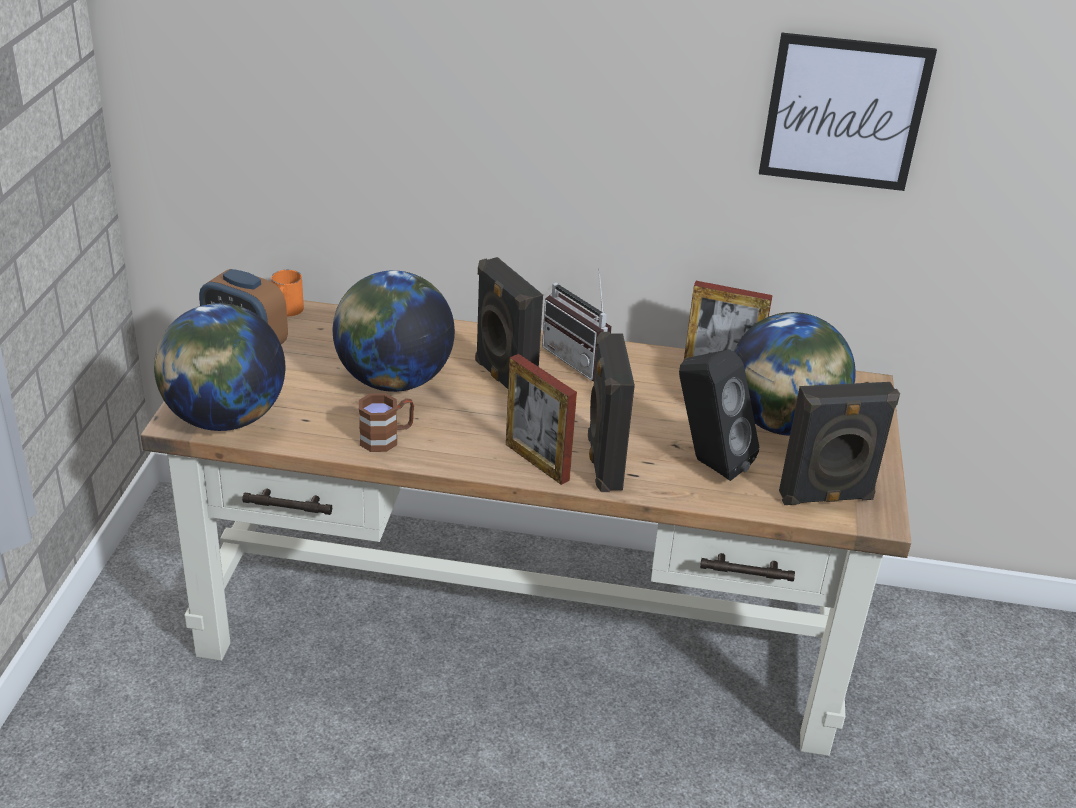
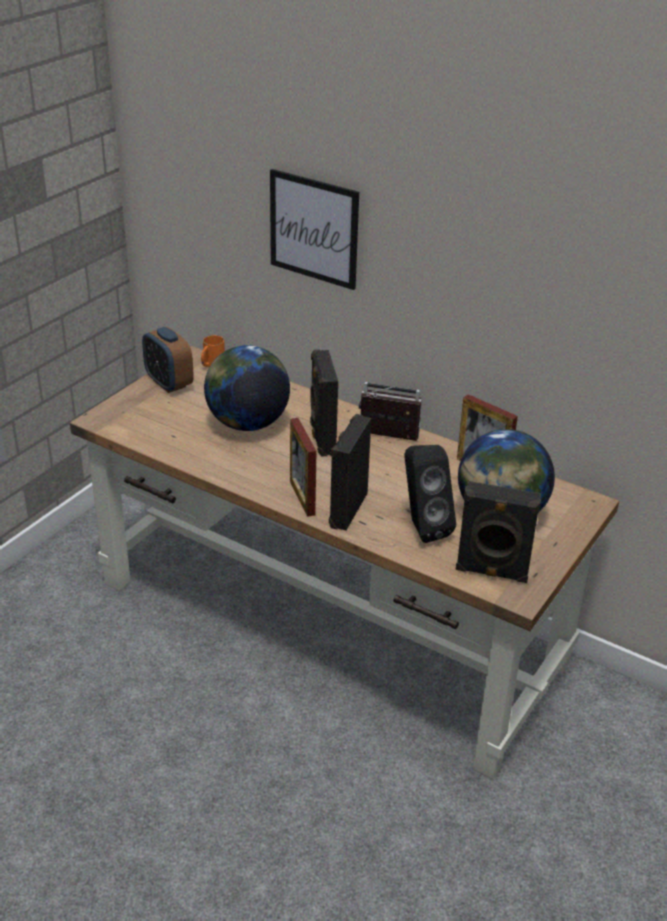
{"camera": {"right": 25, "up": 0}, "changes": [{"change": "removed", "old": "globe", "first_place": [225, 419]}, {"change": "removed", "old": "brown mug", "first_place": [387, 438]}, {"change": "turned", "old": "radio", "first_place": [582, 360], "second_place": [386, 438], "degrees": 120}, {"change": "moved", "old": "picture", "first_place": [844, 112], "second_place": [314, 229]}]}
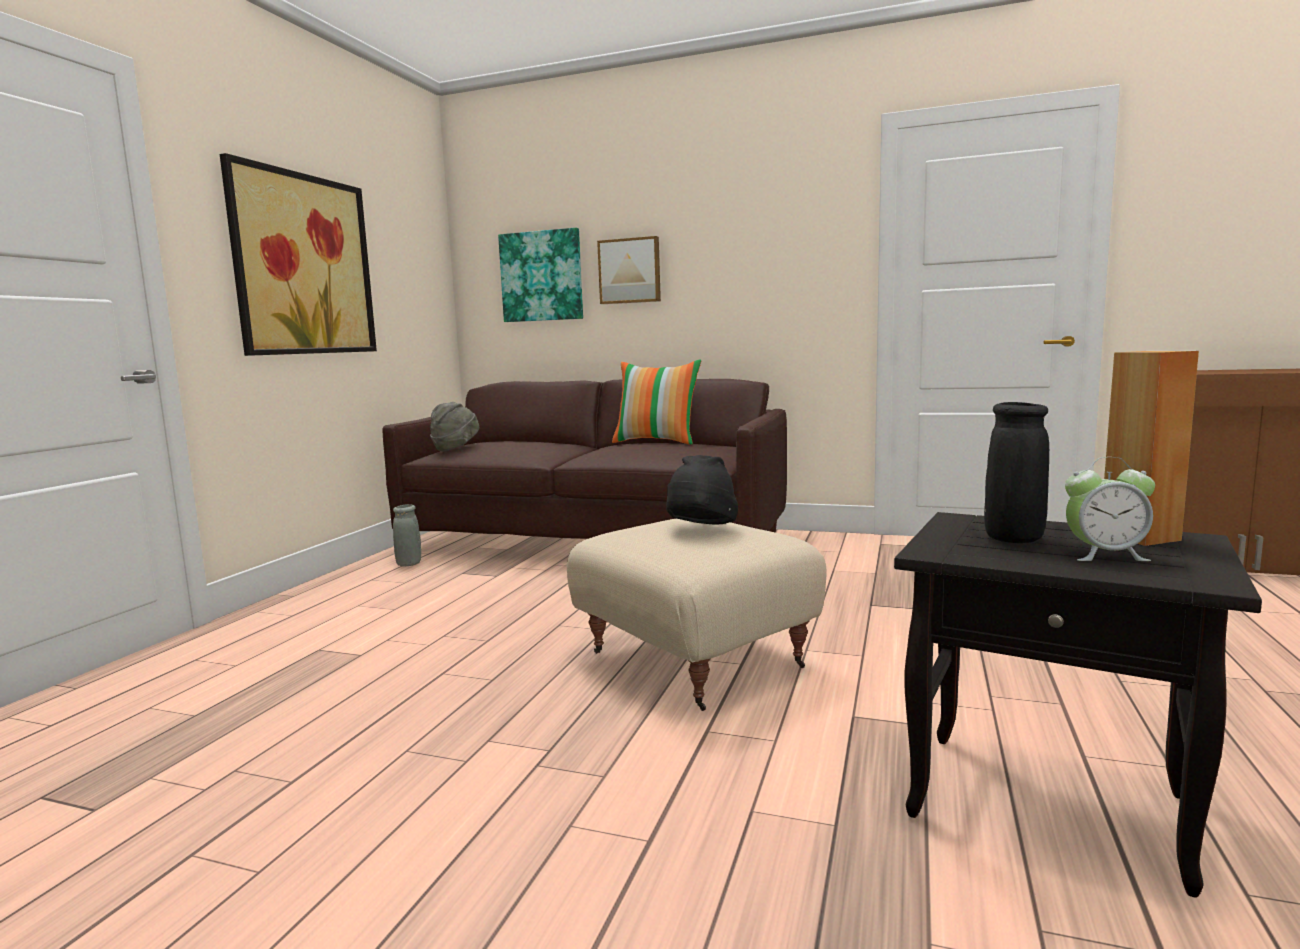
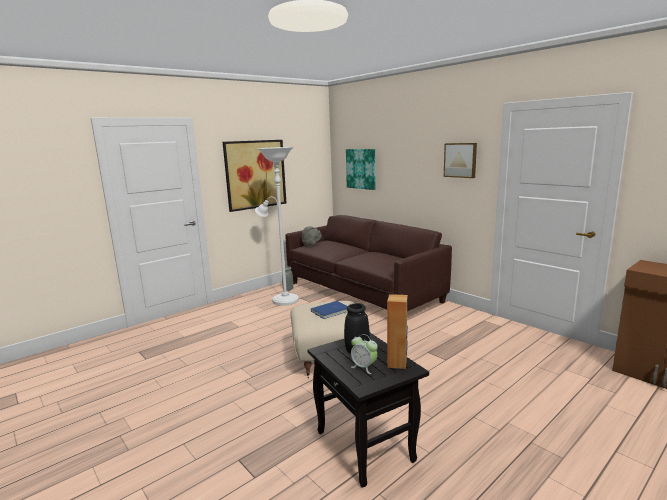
{"camera": {"right": 30, "up": 5}, "changes": [{"change": "moved", "old": "picture", "first_place": [630, 271], "second_place": [460, 160]}, {"change": "removed", "old": "pillow", "first_place": [657, 442]}, {"change": "replaced", "old": "black hat", "new": "blue book", "first_place": [701, 530], "second_place": [331, 311]}, {"change": "added", "new": "white floor lamp", "second_place": [282, 299]}]}
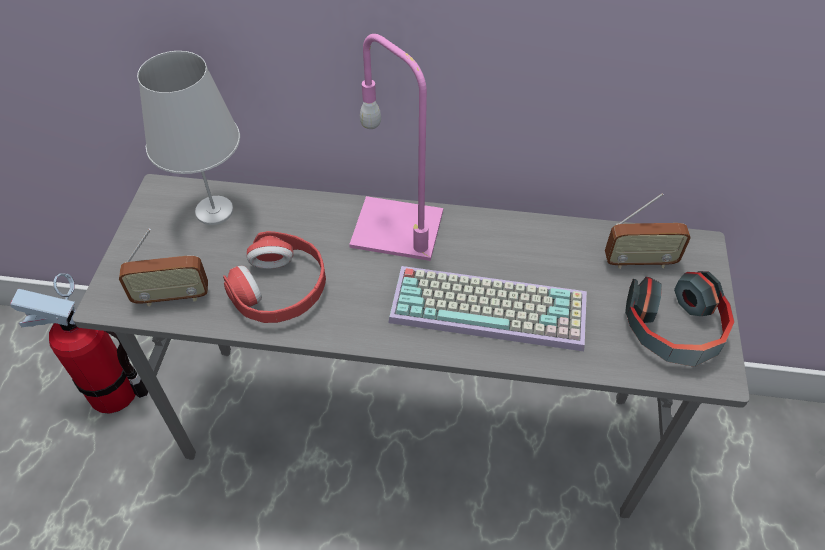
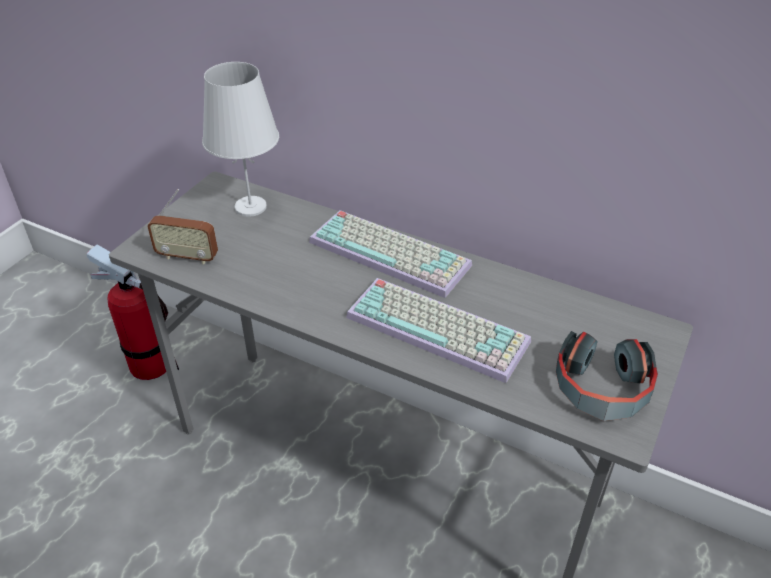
{"camera": {"right": 20, "up": -10}, "changes": [{"change": "removed", "old": "red headphones", "first_place": [280, 288]}, {"change": "replaced", "old": "pink table lamp", "new": "keyboard", "first_place": [400, 228], "second_place": [392, 253]}, {"change": "removed", "old": "radio", "first_place": [639, 261]}]}
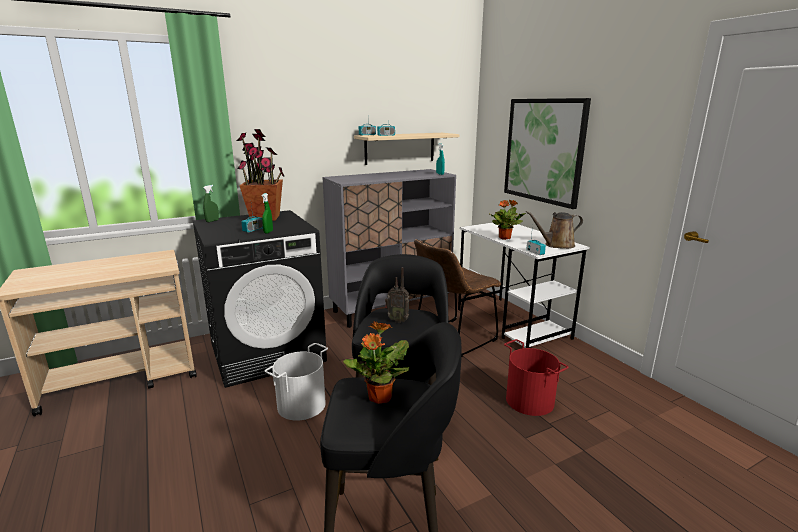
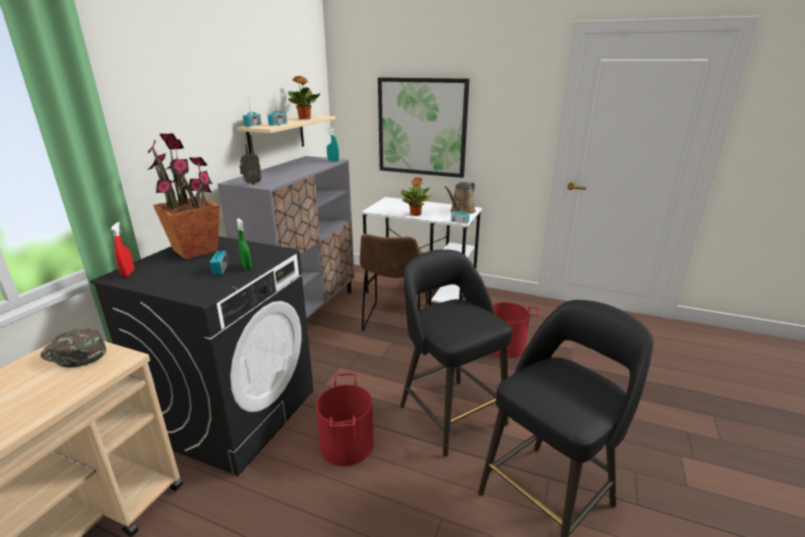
{"camera": {"right": -40, "up": 5}, "changes": [{"change": "recoloured", "old": "green spray bottle", "new": "red spray bottle", "first_place": [212, 221], "second_place": [128, 273]}, {"change": "recoloured", "old": "white bucket", "new": "red bucket", "first_place": [301, 404], "second_place": [346, 444]}, {"change": "moved", "old": "potted plant", "first_place": [379, 398], "second_place": [304, 118]}, {"change": "moved", "old": "radio", "first_place": [397, 320], "second_place": [252, 183]}, {"change": "added", "new": "green cap", "second_place": [74, 354]}]}
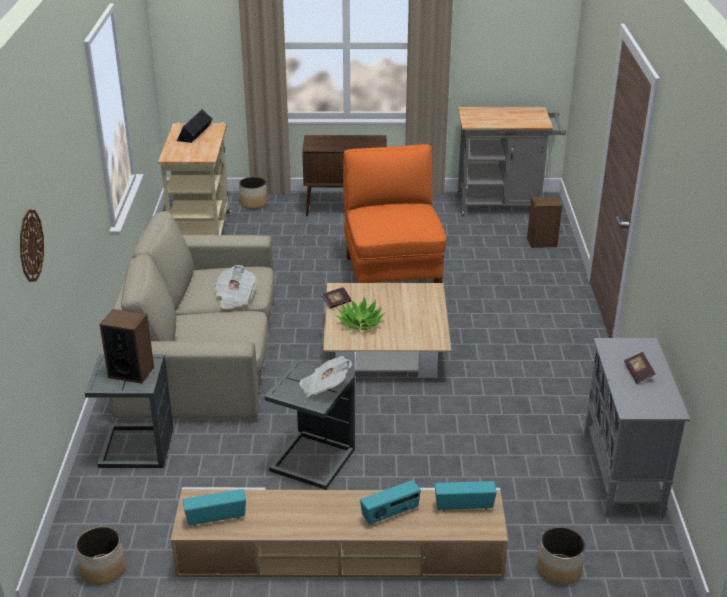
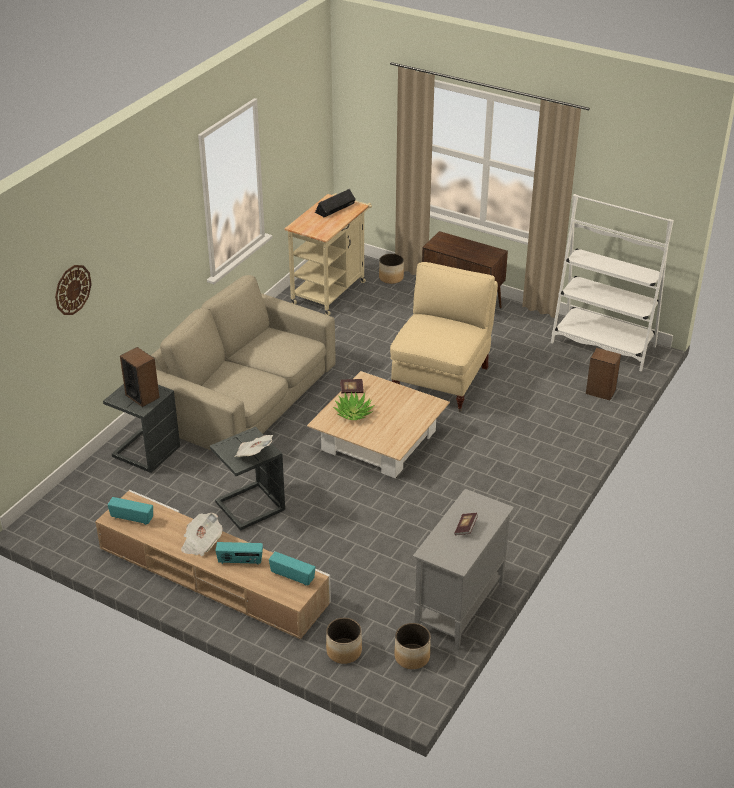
{"camera": {"right": 30, "up": 5}, "changes": [{"change": "moved", "old": "planter", "first_place": [102, 569], "second_place": [411, 656]}, {"change": "moved", "old": "newspaper", "first_place": [235, 298], "second_place": [201, 543]}, {"change": "recoloured", "old": "orange armchair", "new": "beige armchair", "first_place": [392, 276], "second_place": [441, 381]}, {"change": "replaced", "old": "grey cart", "new": "white bookcase", "first_place": [504, 205], "second_place": [603, 345]}]}
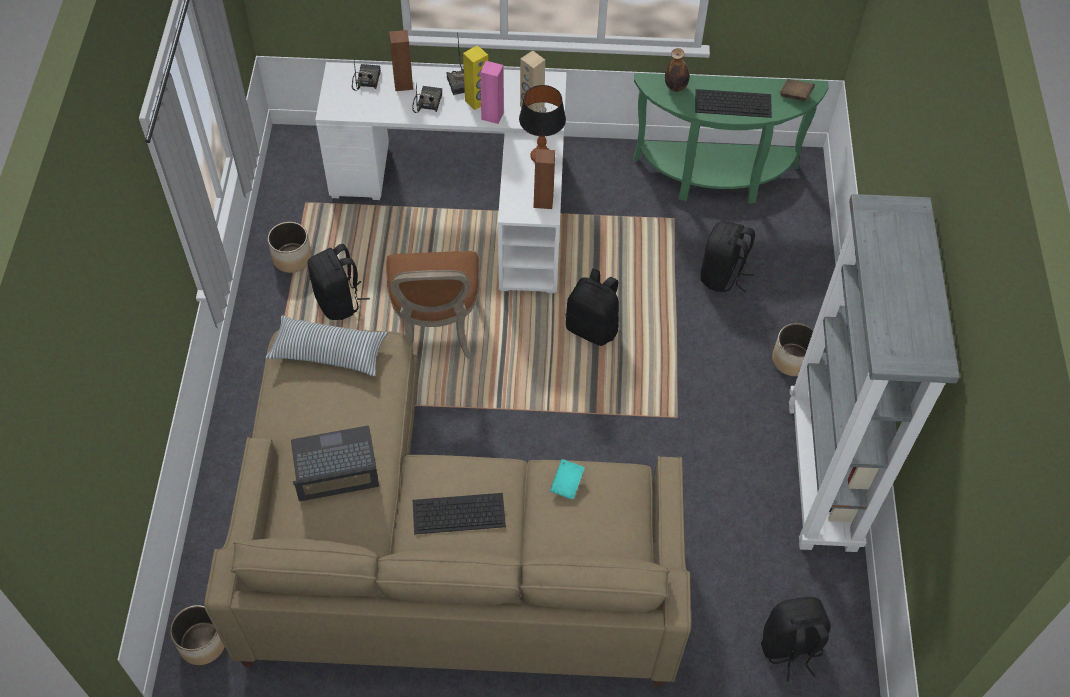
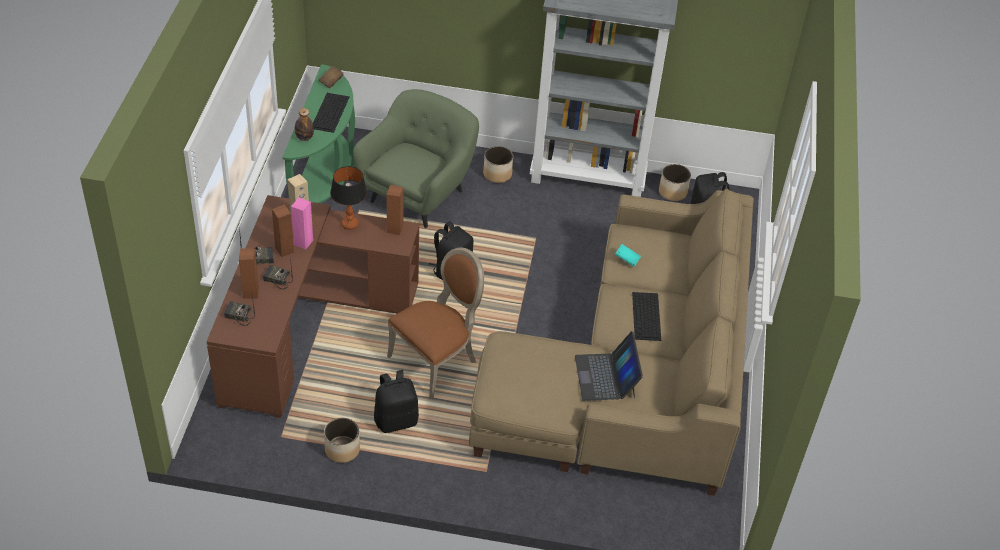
{"camera": {"right": -85, "up": -10}, "changes": [{"change": "moved", "old": "planter", "first_place": [202, 643], "second_place": [673, 192]}, {"change": "removed", "old": "pillow", "first_place": [328, 352]}, {"change": "recoloured", "old": "white desk", "new": "brown desk", "first_place": [469, 195], "second_place": [303, 325]}, {"change": "turned", "old": "brown chair", "first_place": [436, 330], "second_place": [437, 360], "degrees": -45}, {"change": "recoloured", "old": "yellow speaker", "new": "brown speaker", "first_place": [477, 101], "second_place": [284, 249]}, {"change": "replaced", "old": "black backpack", "new": "green armchair", "first_place": [722, 275], "second_place": [418, 194]}]}
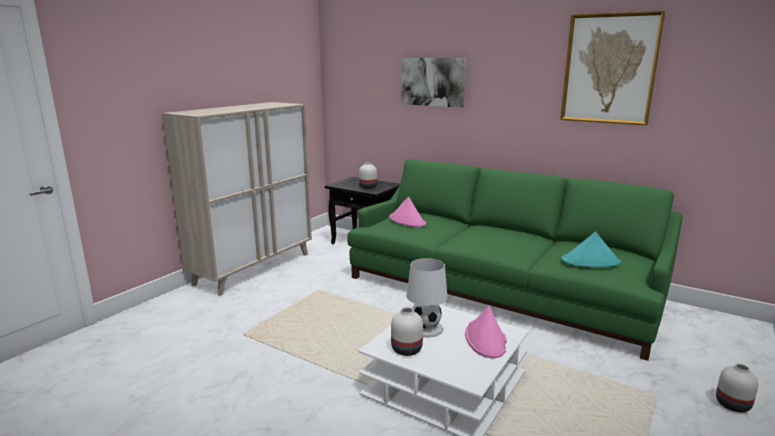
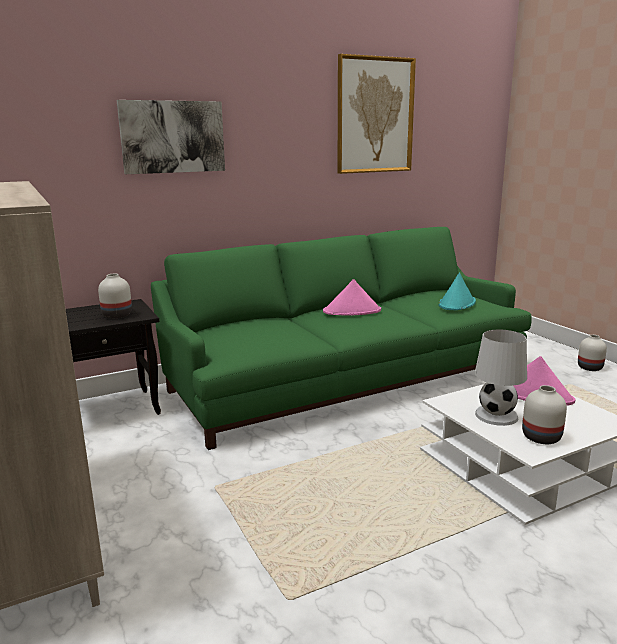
{"camera": {"right": -60, "up": 0}, "changes": [{"change": "moved", "old": "pink hat", "first_place": [407, 221], "second_place": [352, 311]}]}
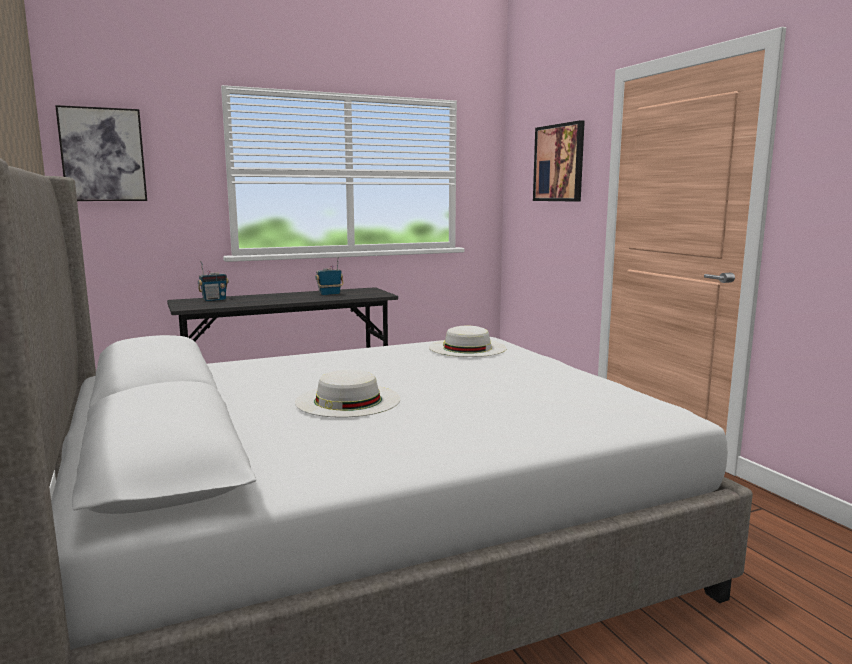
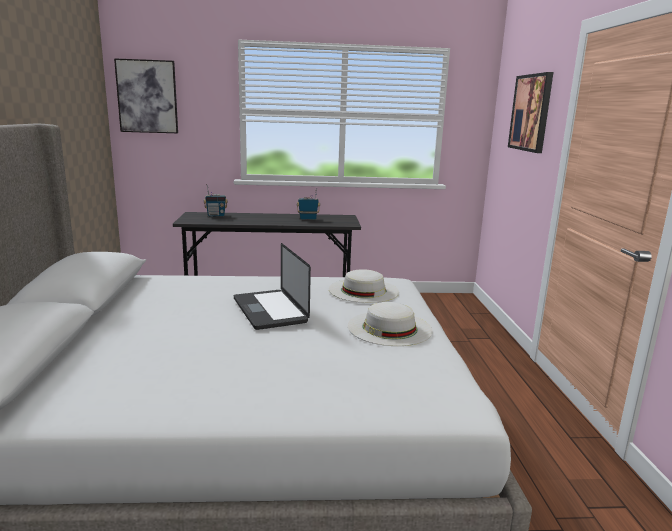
{"camera": {"right": 20, "up": 5}, "changes": [{"change": "moved", "old": "white hat", "first_place": [348, 400], "second_place": [389, 328]}, {"change": "added", "new": "laptop", "second_place": [269, 310]}]}
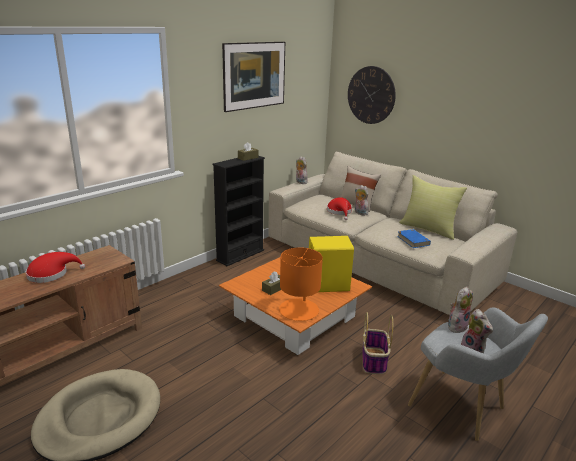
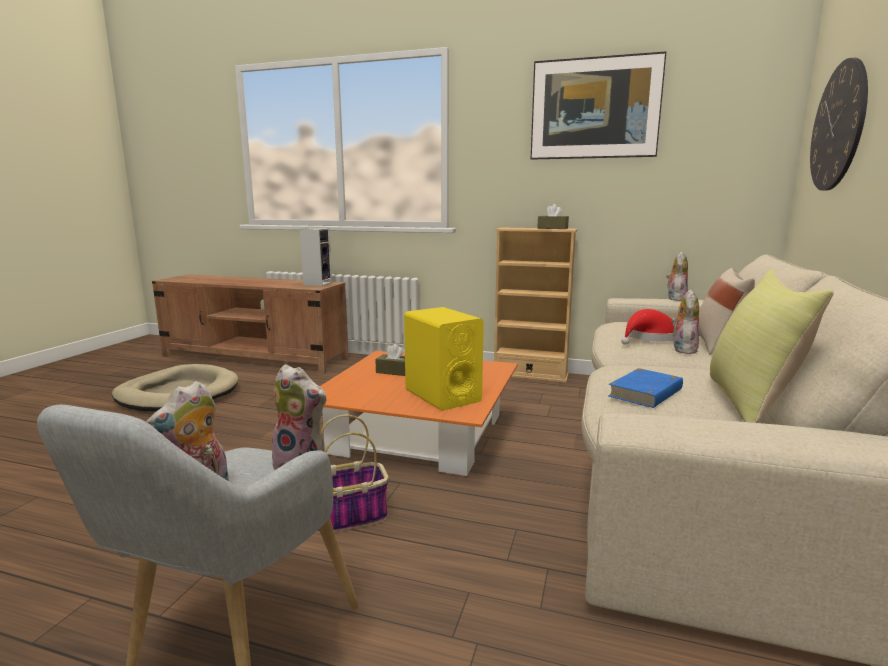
{"camera": {"right": 65, "up": -10}, "changes": [{"change": "removed", "old": "red hat", "first_place": [51, 274]}, {"change": "recoloured", "old": "black bookcase", "new": "beige bookcase", "first_place": [240, 255], "second_place": [530, 375]}, {"change": "removed", "old": "orange table lamp", "first_place": [299, 310]}, {"change": "added", "new": "speaker", "second_place": [318, 283]}]}
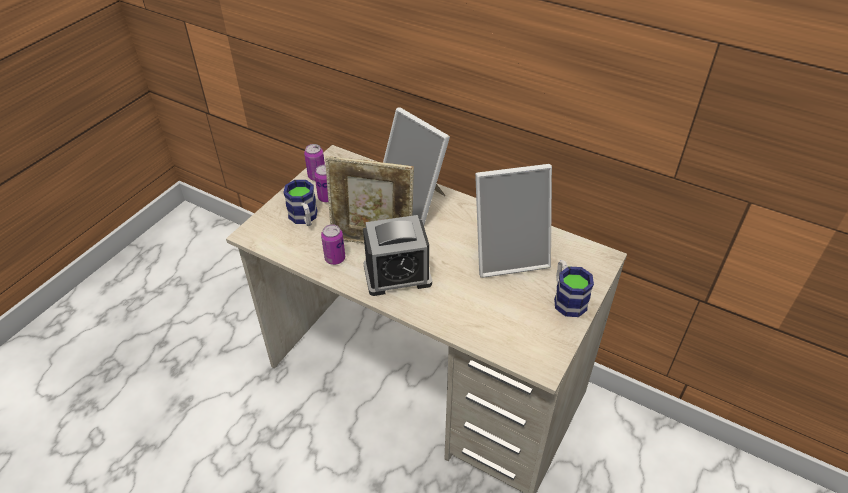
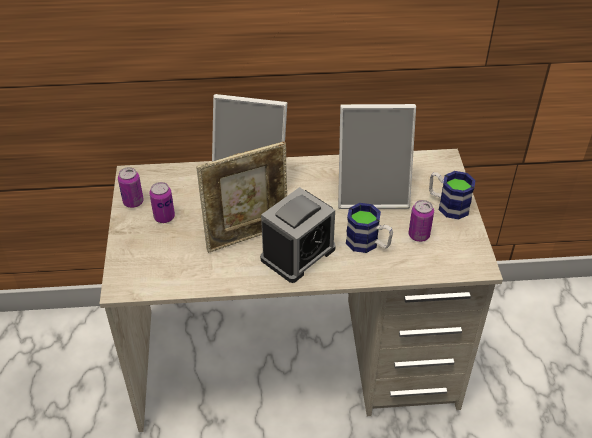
{"camera": {"right": -35, "up": 0}, "changes": [{"change": "moved", "old": "mug", "first_place": [304, 218], "second_place": [368, 243]}, {"change": "moved", "old": "can", "first_place": [335, 258], "second_place": [419, 235]}, {"change": "turned", "old": "picture frame", "first_place": [509, 255], "second_place": [372, 192], "degrees": 45}]}
